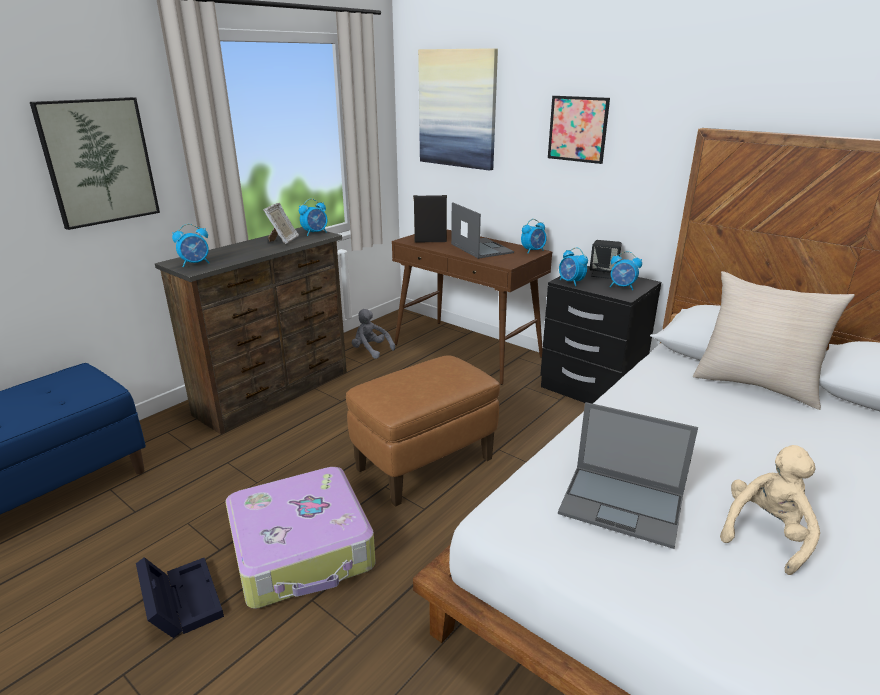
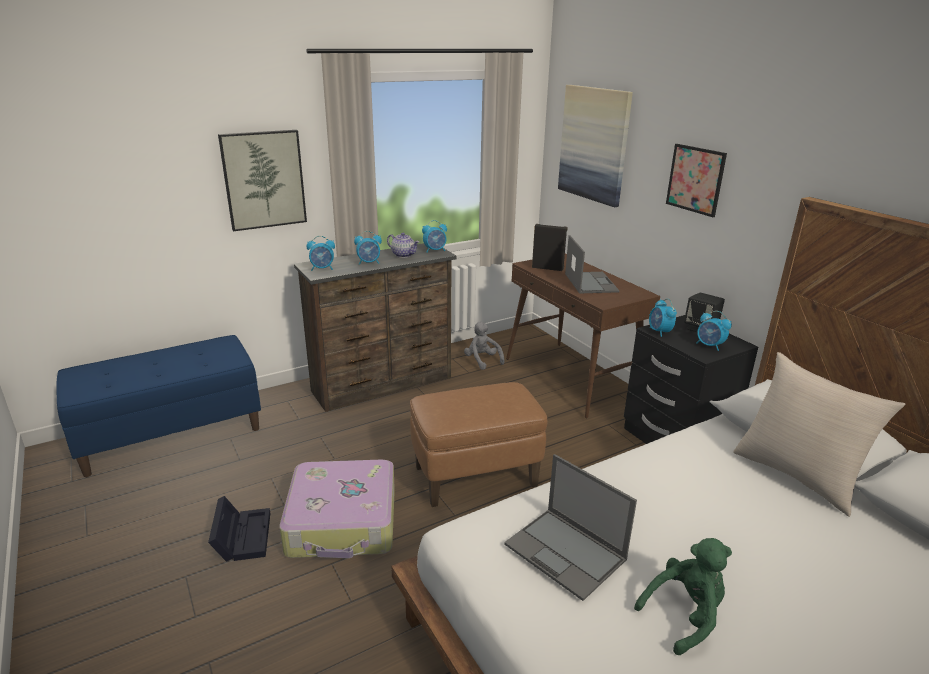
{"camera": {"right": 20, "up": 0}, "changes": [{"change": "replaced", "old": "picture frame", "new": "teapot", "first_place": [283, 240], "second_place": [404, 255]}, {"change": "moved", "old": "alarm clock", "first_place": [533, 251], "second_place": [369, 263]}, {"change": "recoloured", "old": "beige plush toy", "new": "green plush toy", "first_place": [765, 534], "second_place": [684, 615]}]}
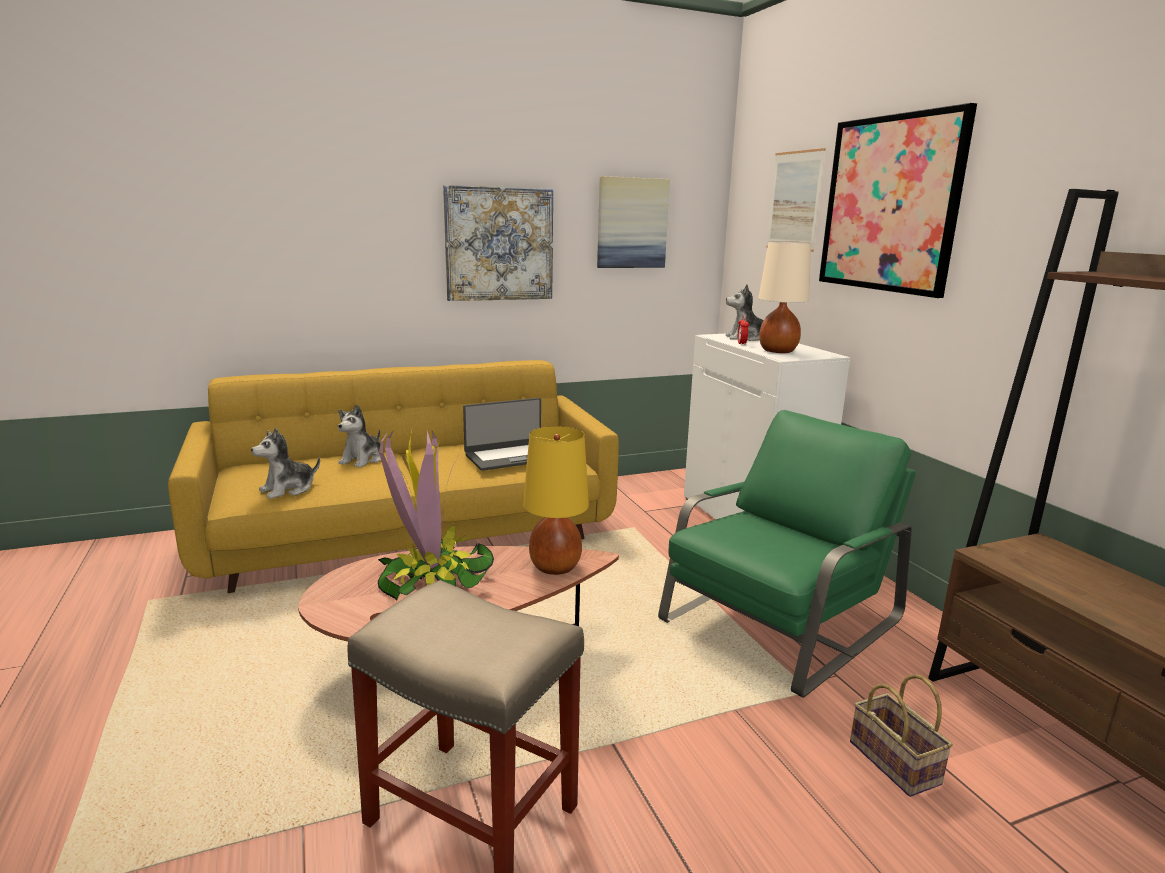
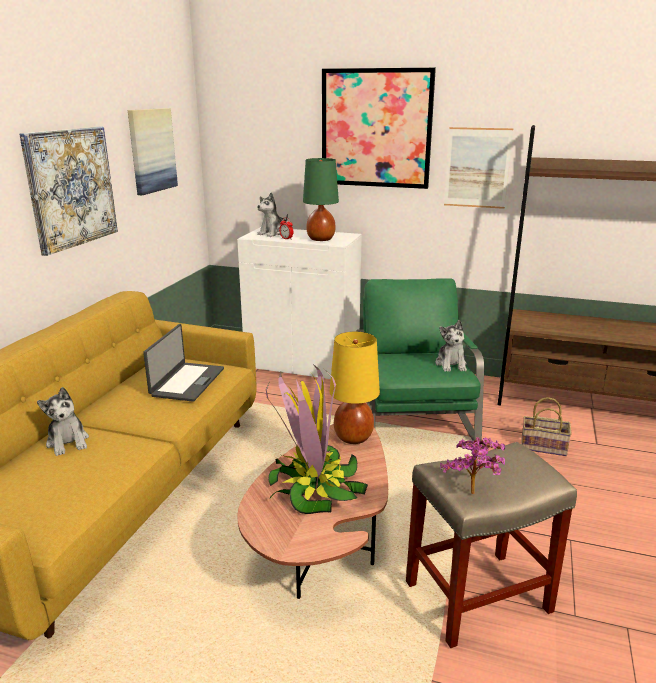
{"camera": {"right": -50, "up": 5}, "changes": [{"change": "moved", "old": "plush toy", "first_place": [288, 489], "second_place": [451, 364]}, {"change": "recoloured", "old": "beige table lamp", "new": "green table lamp", "first_place": [777, 351], "second_place": [320, 239]}, {"change": "moved", "old": "picture", "first_place": [794, 201], "second_place": [477, 168]}, {"change": "added", "new": "potted plant", "second_place": [473, 496]}]}
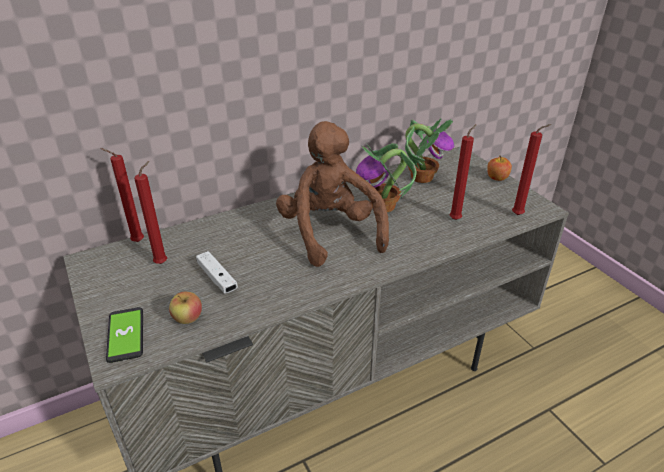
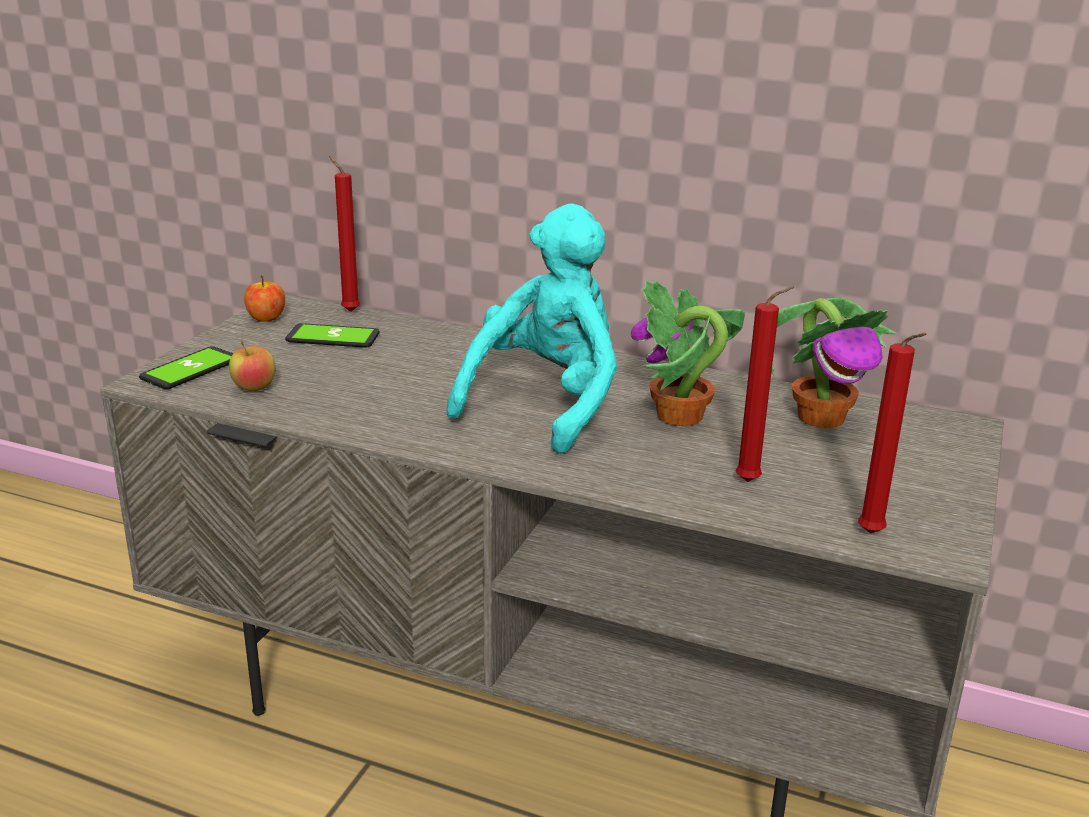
{"camera": {"right": 50, "up": -10}, "changes": [{"change": "replaced", "old": "red candle", "new": "phone", "first_place": [163, 262], "second_place": [333, 338]}, {"change": "removed", "old": "white game controller", "first_place": [217, 278]}, {"change": "recoloured", "old": "brown plush toy", "new": "turquoise plush toy", "first_place": [330, 233], "second_place": [546, 404]}, {"change": "moved", "old": "apple", "first_place": [497, 178], "second_place": [266, 318]}]}
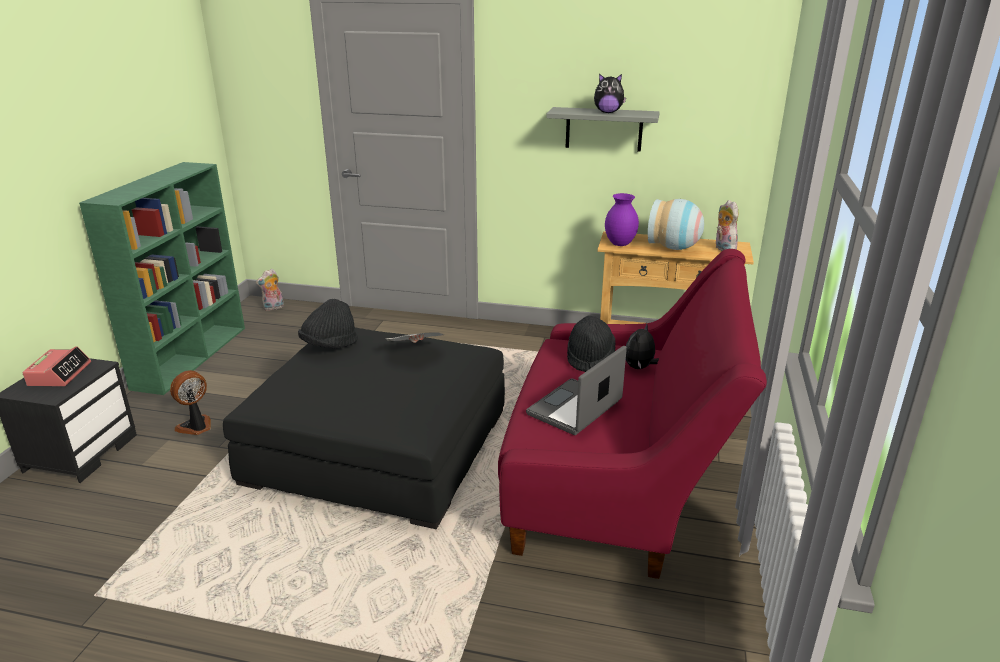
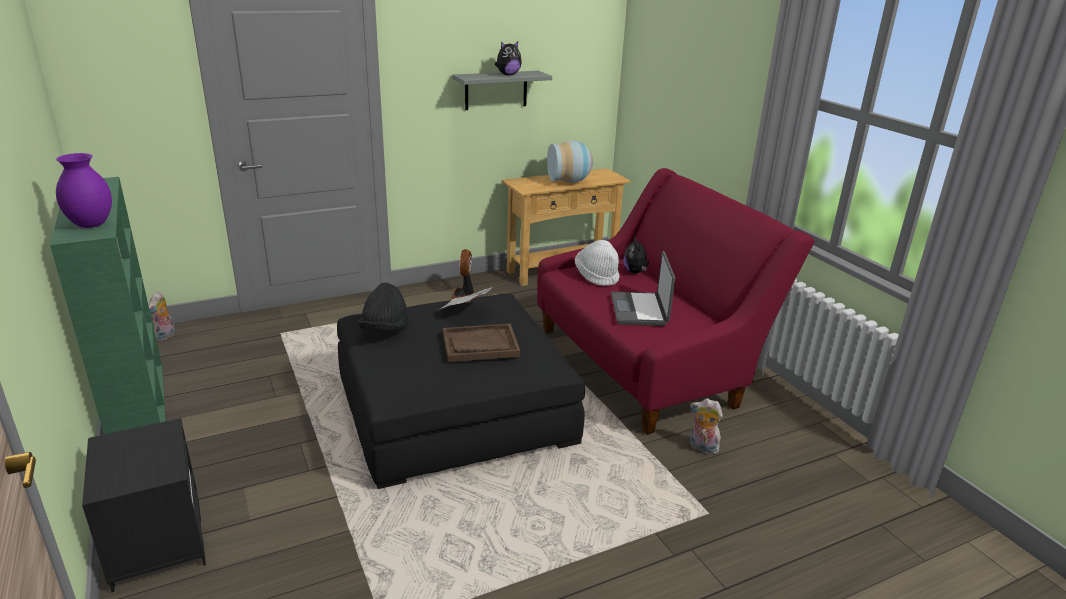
{"camera": {"right": -40, "up": 0}, "changes": [{"change": "removed", "old": "alarm clock", "first_place": [59, 374]}, {"change": "moved", "old": "fan", "first_place": [196, 427], "second_place": [464, 295]}, {"change": "recoloured", "old": "black hat", "new": "white hat", "first_place": [590, 358], "second_place": [597, 276]}, {"change": "moved", "old": "purple vase", "first_place": [620, 244], "second_place": [92, 224]}, {"change": "moved", "old": "plush toy", "first_place": [723, 248], "second_place": [702, 448]}, {"change": "added", "new": "brown tray", "second_place": [480, 345]}]}
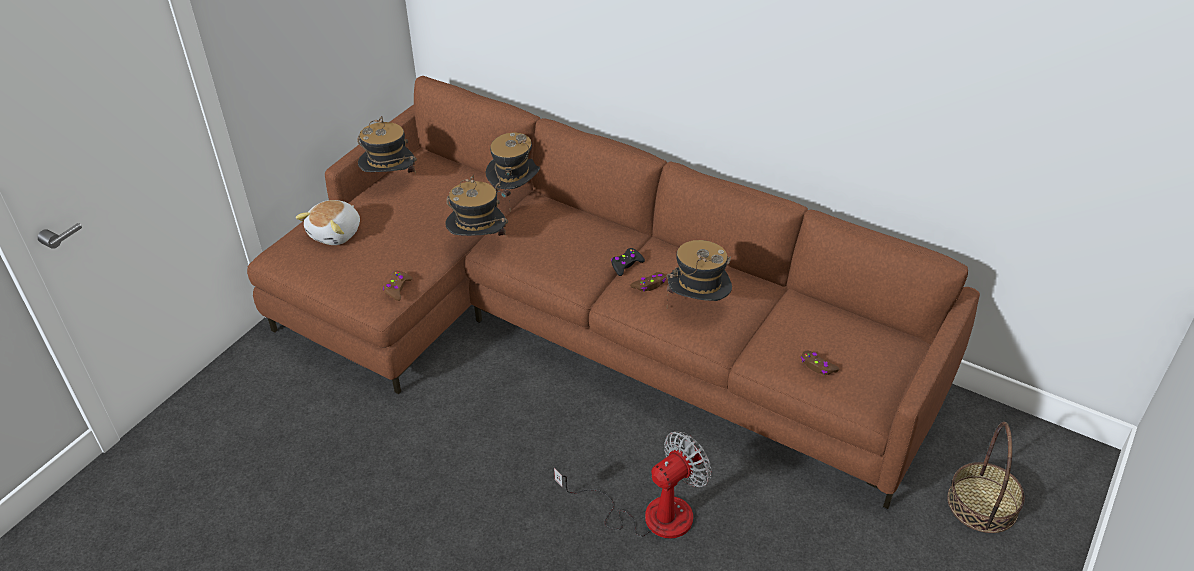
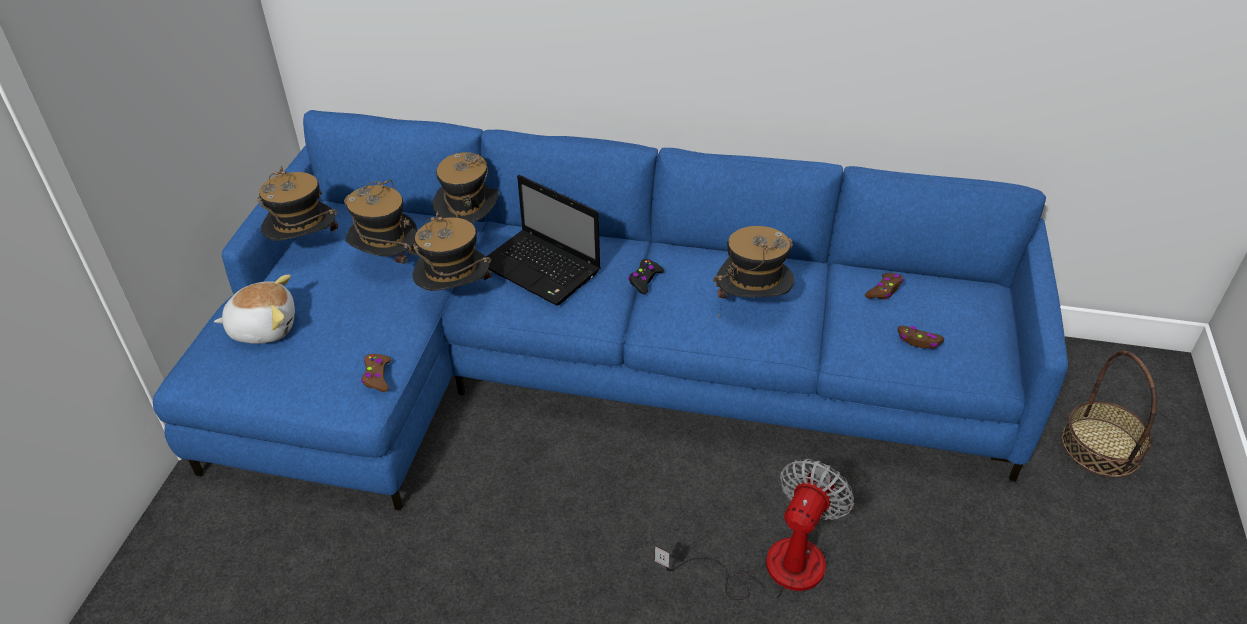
{"camera": {"right": -20, "up": 0}, "changes": [{"change": "recoloured", "old": "brown sofa", "new": "blue sofa", "first_place": [585, 328], "second_place": [591, 369]}, {"change": "turned", "old": "plush toy", "first_place": [336, 233], "second_place": [263, 327], "degrees": -105}, {"change": "moved", "old": "brown game controller", "first_place": [649, 285], "second_place": [884, 290]}, {"change": "added", "new": "hat", "second_place": [388, 264]}, {"change": "added", "new": "laptop", "second_place": [542, 269]}]}
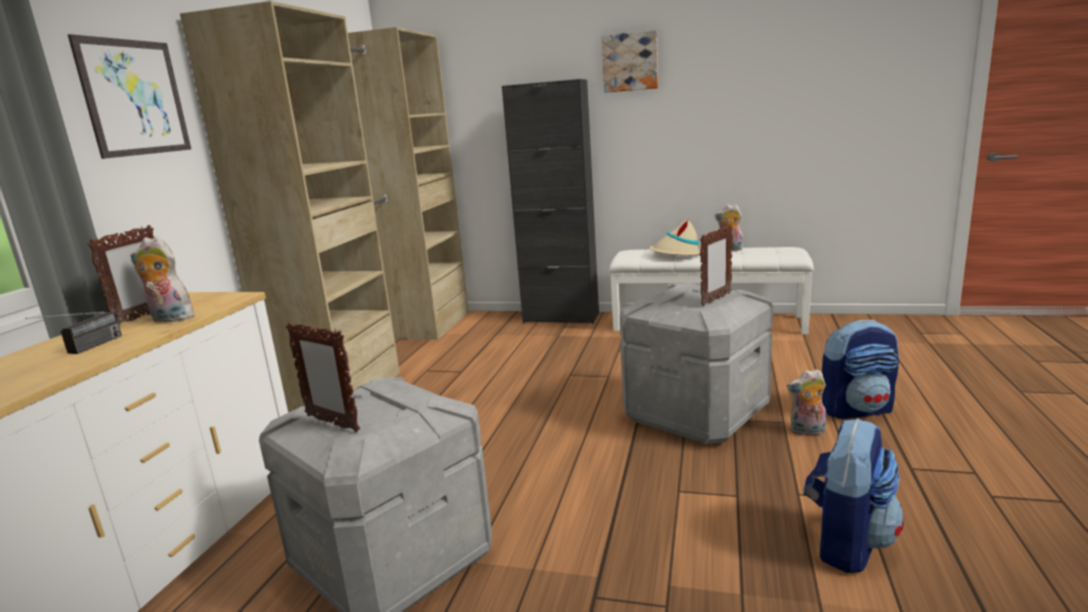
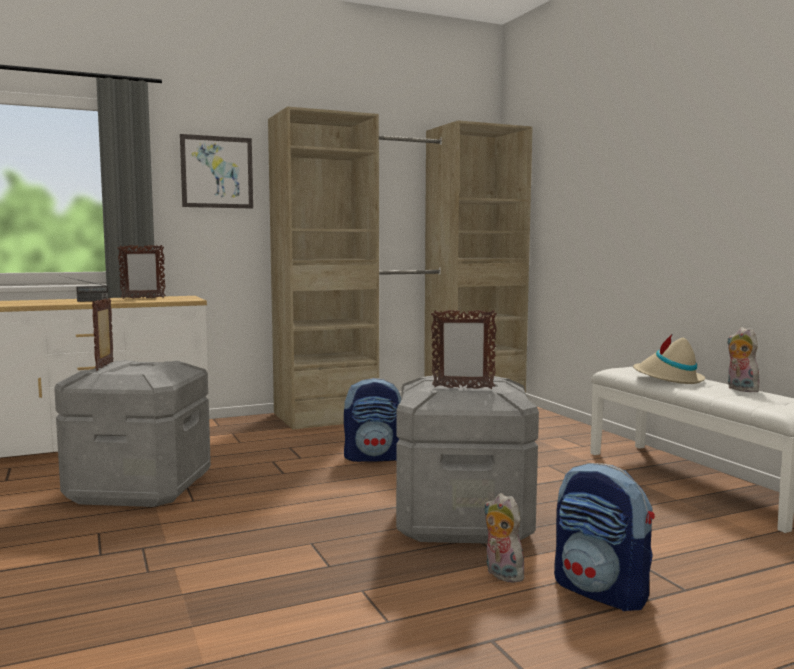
{"camera": {"right": 50, "up": -10}, "changes": [{"change": "removed", "old": "plush toy", "first_place": [169, 319]}, {"change": "removed", "old": "black cabinet", "first_place": [561, 318]}, {"change": "removed", "old": "picture", "first_place": [630, 62]}, {"change": "moved", "old": "backpack", "first_place": [847, 543], "second_place": [374, 457]}]}
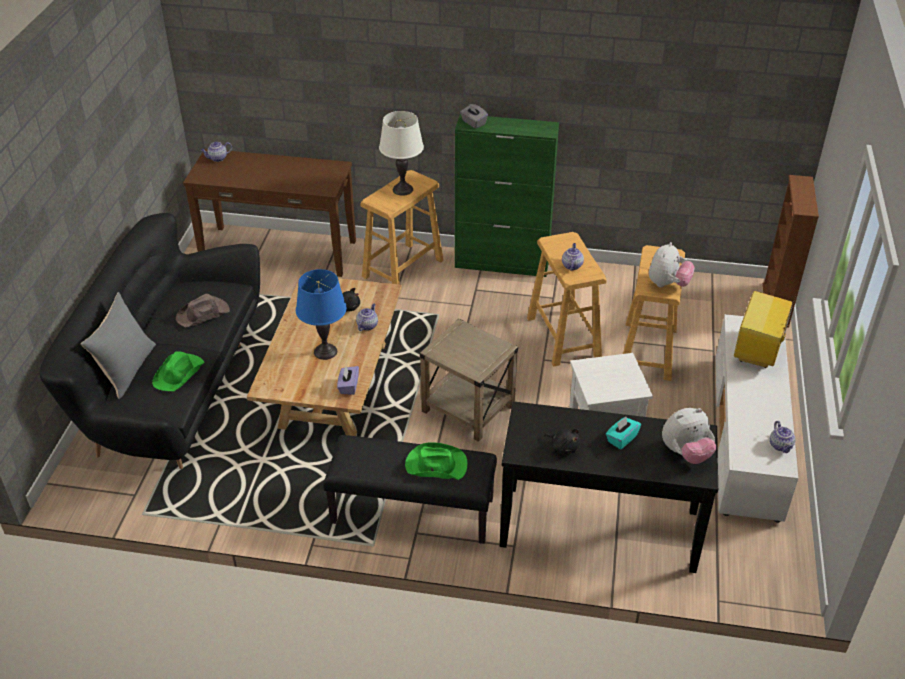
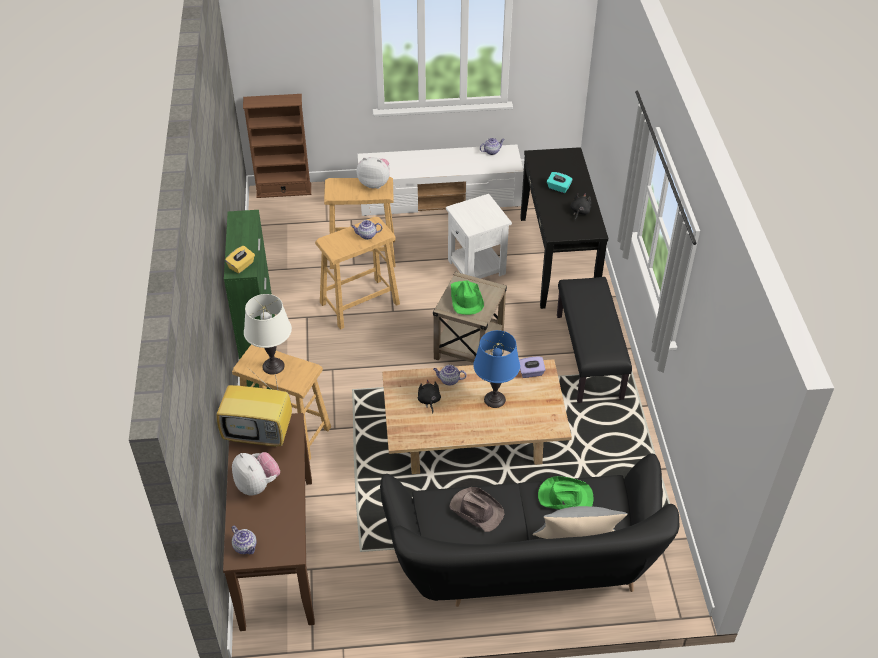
{"camera": {"right": -105, "up": 5}, "changes": [{"change": "moved", "old": "green hat", "first_place": [435, 465], "second_place": [466, 299]}, {"change": "recoloured", "old": "grey tissue box", "new": "yellow tissue box", "first_place": [473, 123], "second_place": [241, 266]}, {"change": "moved", "old": "plush toy", "first_place": [685, 453], "second_place": [257, 484]}, {"change": "moved", "old": "television", "first_place": [758, 352], "second_place": [260, 433]}]}
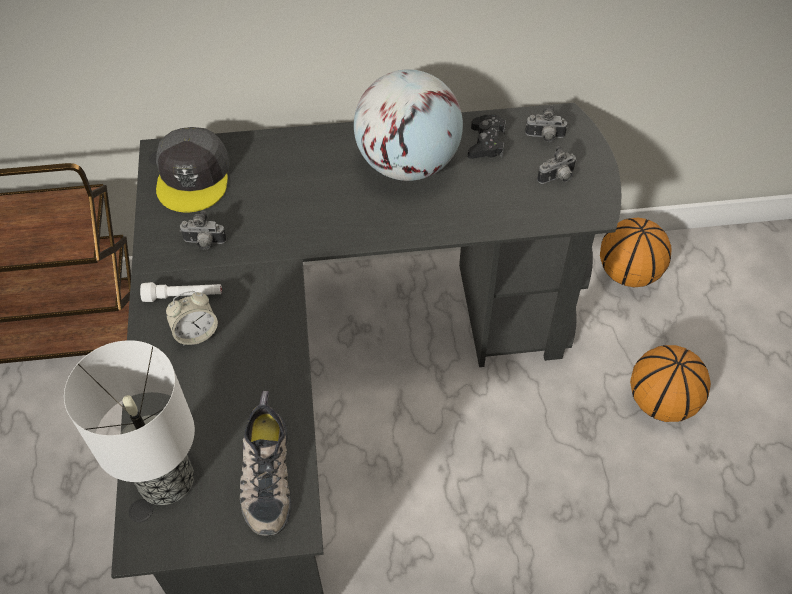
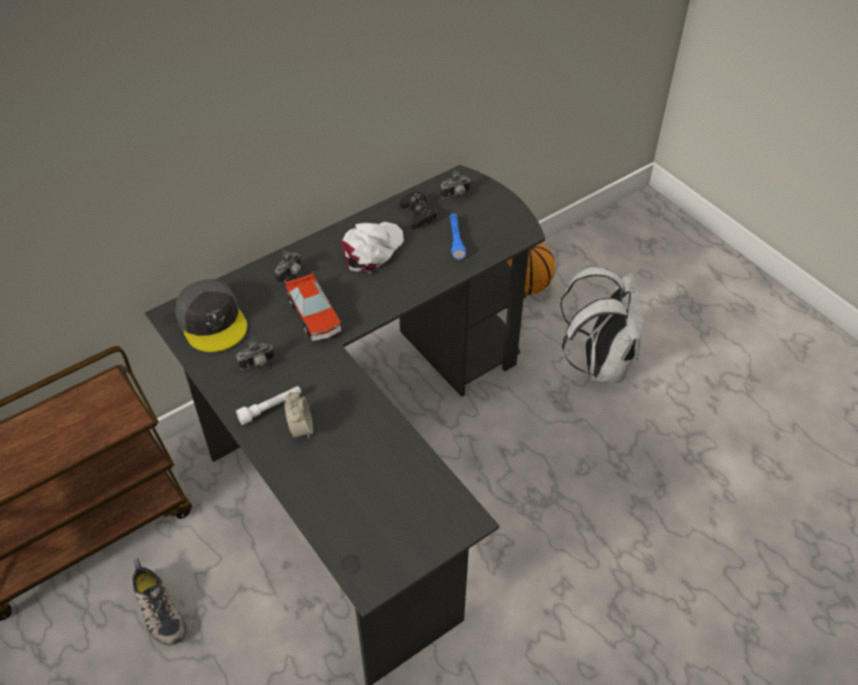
{"camera": {"right": -30, "up": -5}, "changes": [{"change": "removed", "old": "table lamp", "first_place": [166, 478]}, {"change": "turned", "old": "alarm clock", "first_place": [196, 333], "second_place": [300, 429], "degrees": -45}, {"change": "moved", "old": "shoe", "first_place": [265, 474], "second_place": [157, 610]}, {"change": "replaced", "old": "globe", "new": "white cap", "first_place": [408, 164], "second_place": [372, 249]}, {"change": "moved", "old": "photo camera", "first_place": [557, 178], "second_place": [292, 275]}, {"change": "replaced", "old": "basketball", "new": "white backpack", "first_place": [660, 401], "second_place": [600, 363]}, {"change": "added", "new": "toy car", "second_place": [314, 316]}, {"change": "added", "new": "blue flashlight", "second_place": [456, 240]}]}
